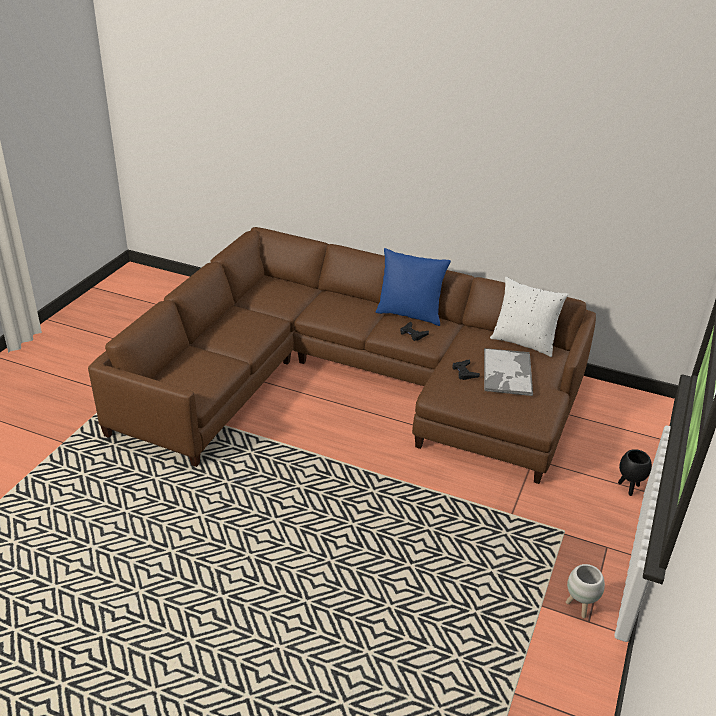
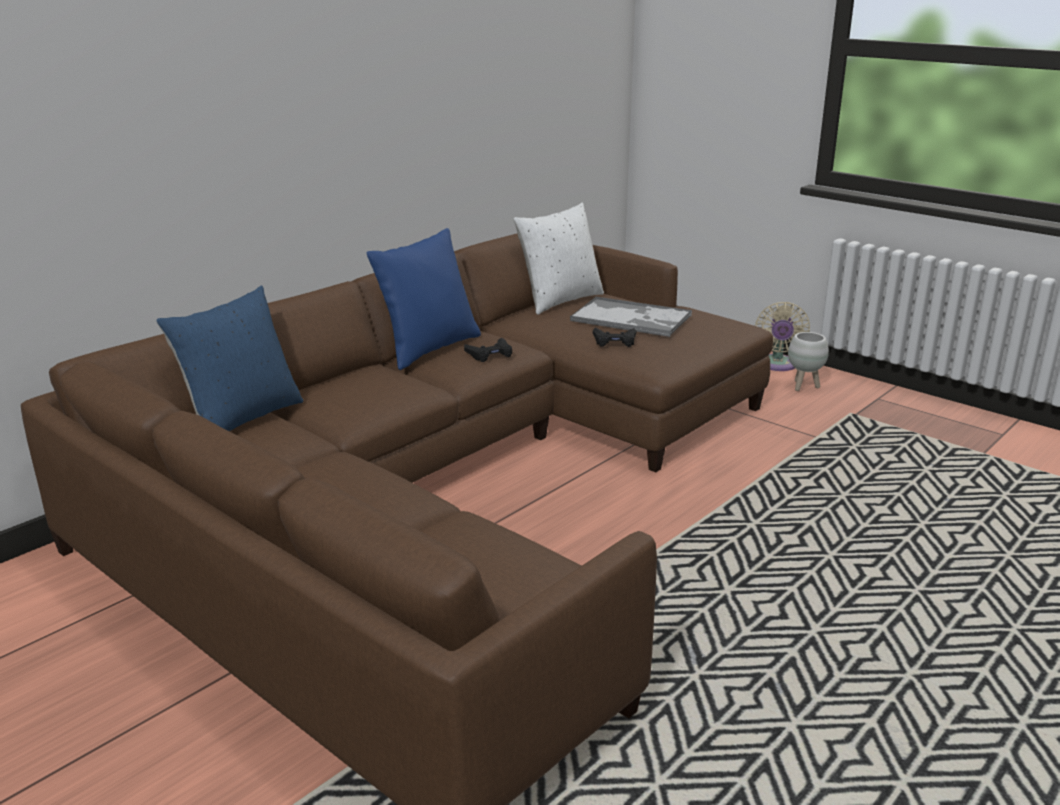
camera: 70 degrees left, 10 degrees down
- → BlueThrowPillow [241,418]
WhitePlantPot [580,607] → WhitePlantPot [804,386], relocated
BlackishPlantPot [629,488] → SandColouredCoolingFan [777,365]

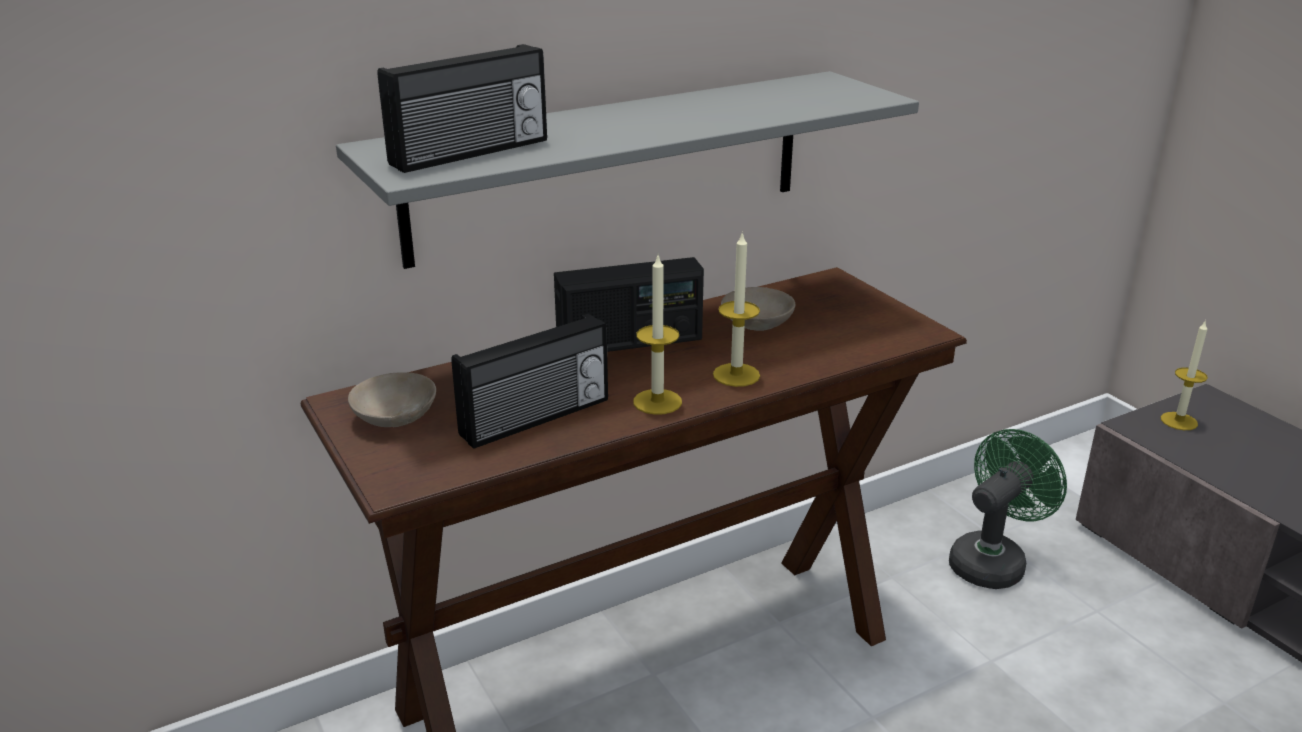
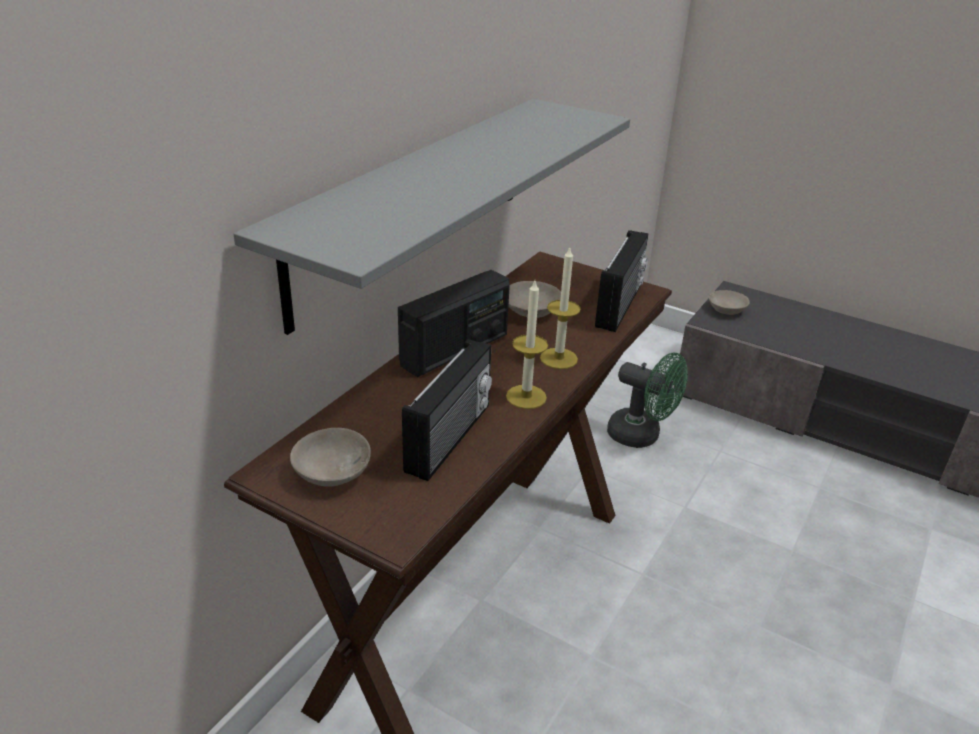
camera: 30 degrees left, 5 degrees up
RadioSet [471,153] → RadioSet [621,306], relocated
Candle [1179,421] → SandColouredServingBowl [728,310]
GreenColouredCoolingFan [993,561] → GreenColouredCoolingFan [641,436], 105 degrees clockwise

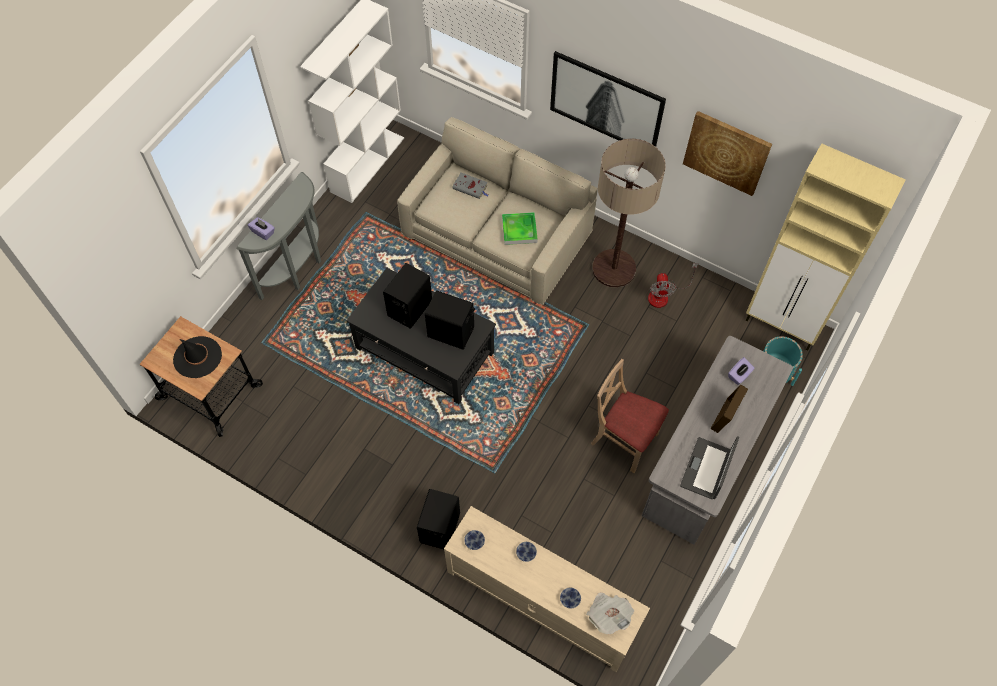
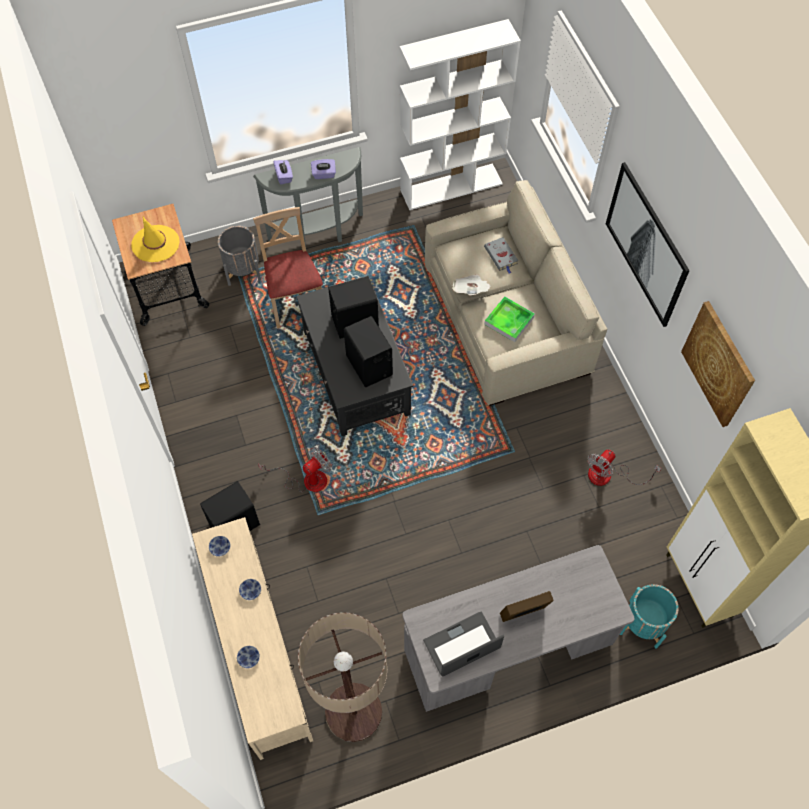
camera: 40 degrees right, 0 degrees up
- → GreyPlantPot [243,270]
- → CoolingFan [306,480]
Newspaper [608,614] → Newspaper [470,290], relocated
SandColouredUprightChair [624,440] → SandColouredUprightChair [295,302], relocated
FloorLamp [614,269] → FloorLamp [353,712], relocated
PurpleTissueHolder [739,375] → PurpleTissueHolder [324,174], relocated
BlackishHat [197,357] → YellowColouredHat [155,244]

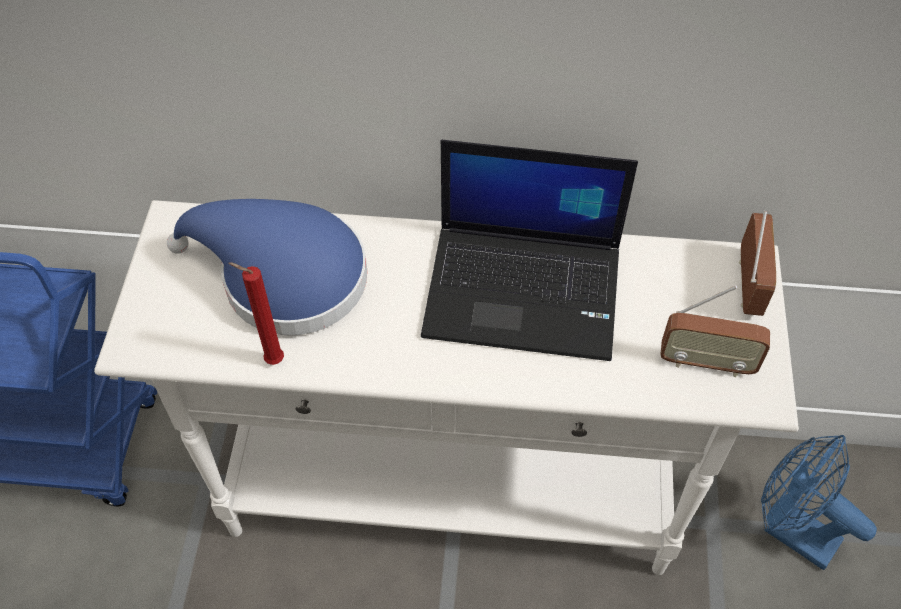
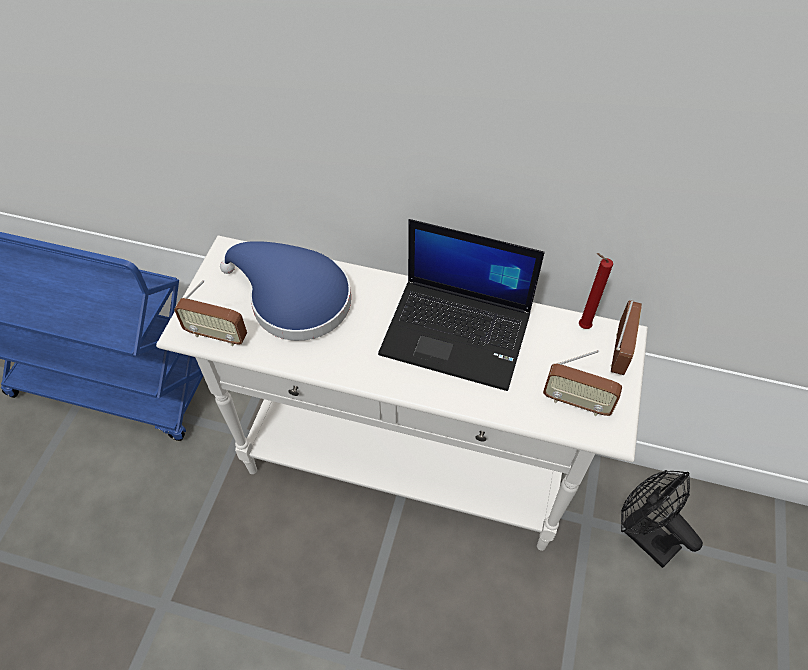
camera: 10 degrees right, 0 degrees up
- → RadioSet [217,335]
RedCandle [271,360] → RedCandle [581,326], relocated
BlueCoolingFan [790,530] → BlackishCoolingFan [643,534]

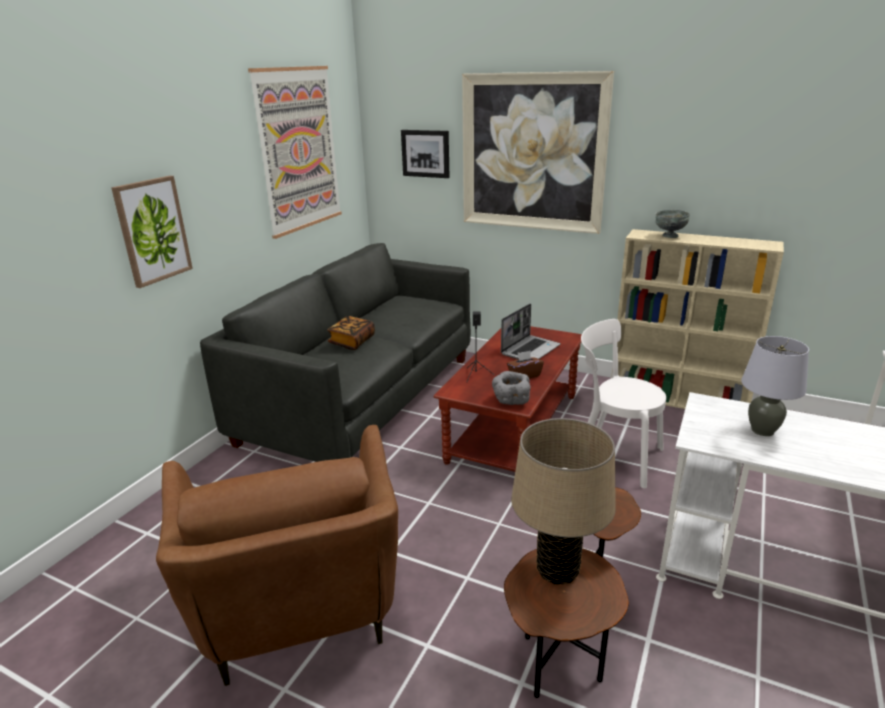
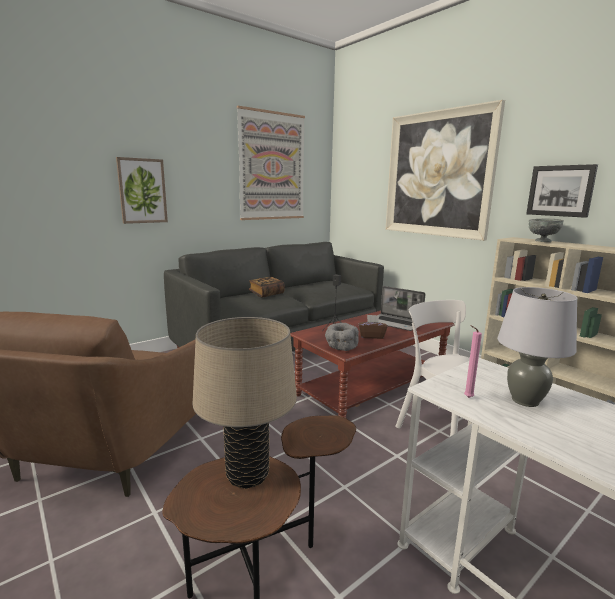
camera: 25 degrees right, 10 degrees down
- → PinkishCandle [466,397]
Picture [426,153] → Picture [560,191], relocated
Laptop [530,350] → Laptop [396,323], 60 degrees clockwise

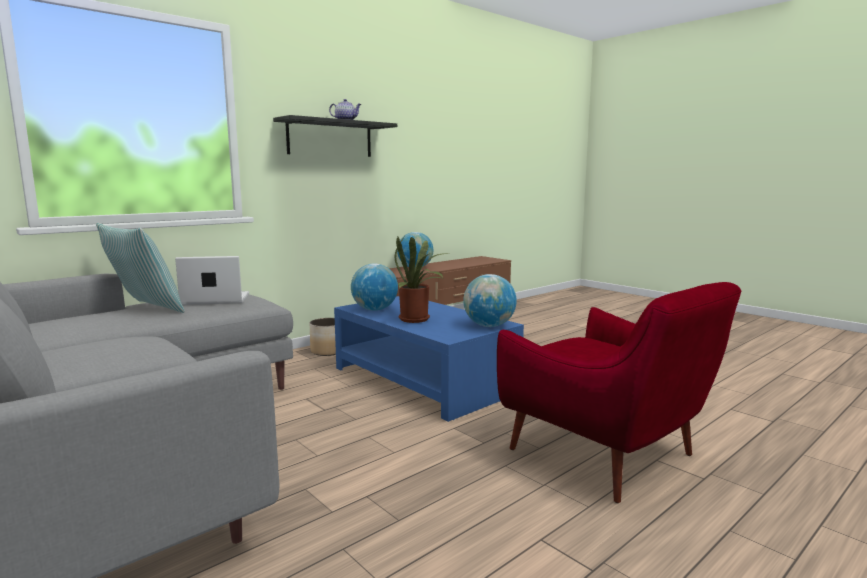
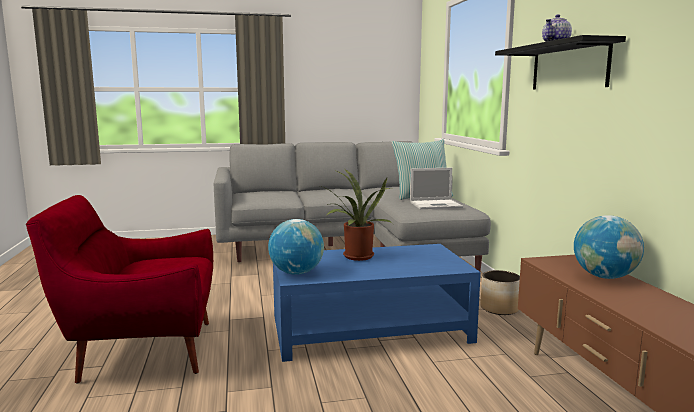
camera: 120 degrees right, 0 degrees up
WorldGlobe [374,309] → -
Laptop [214,299] → Laptop [436,205], 60 degrees clockwise

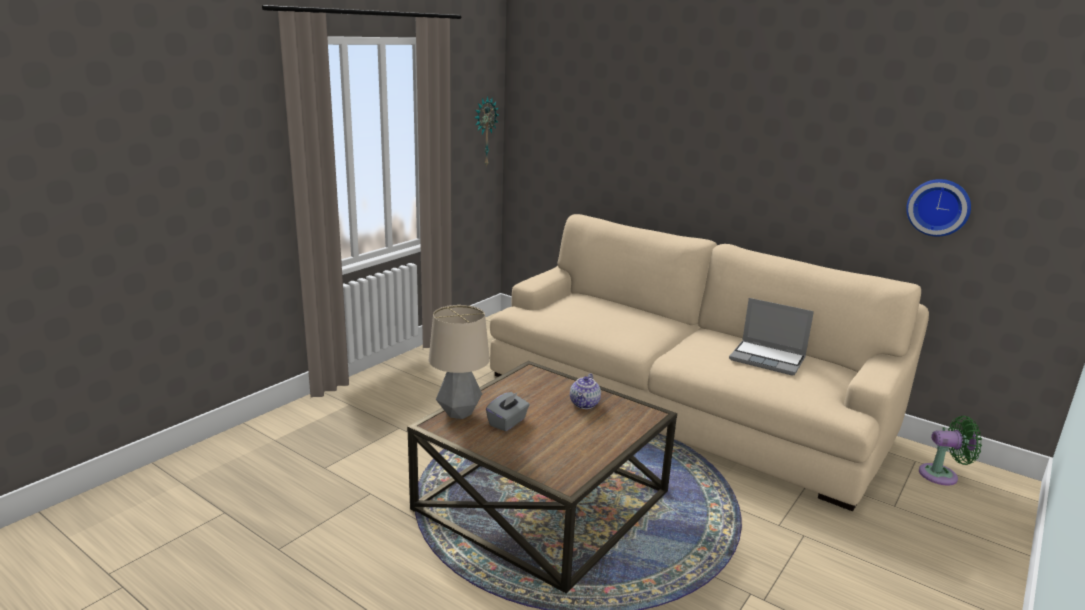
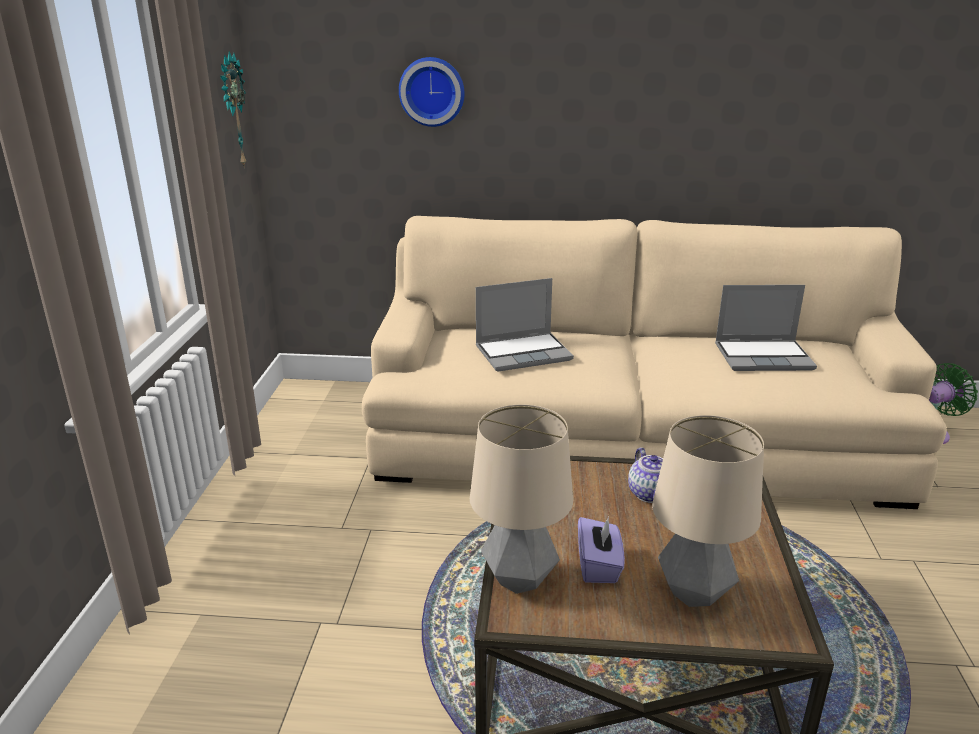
camera: 30 degrees left, 5 degrees up
- → Laptop [524,353]
- → LampForATable [693,593]
HangingClock [938,207] → HangingClock [432,91], relocated
GreyTissueHolder [507,422] → PurpleTissueHolder [599,566]

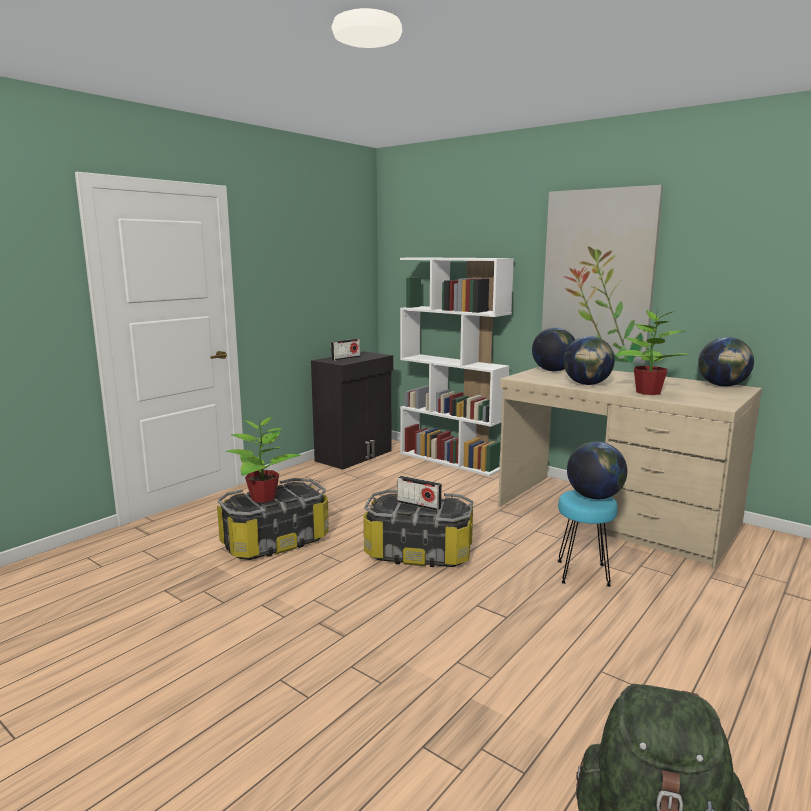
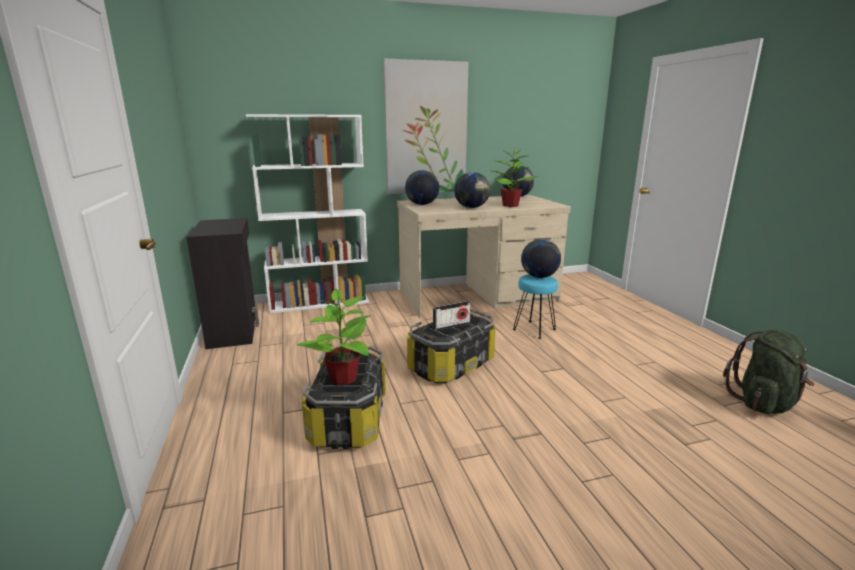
camera: 55 degrees left, 5 degrees up
RadioSet [345,358] → -

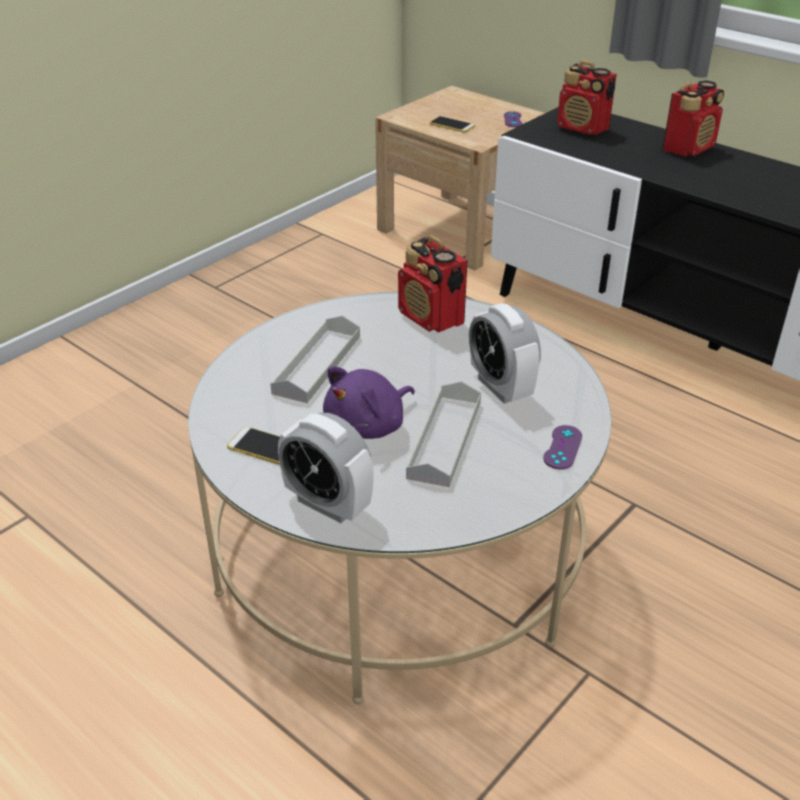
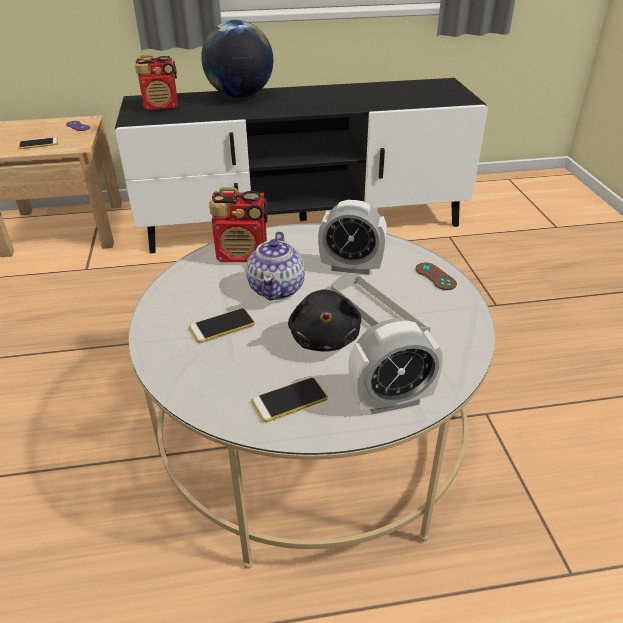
camera: 50 degrees left, 0 degrees up
- → Teapot [277,288]
GreyTray [317,364] → Phone [222,326]
RadioSet [689,148] → WorldGlobe [240,96]
PurpleCuddlyToy [368,426] → BlackishCuddlyToy [325,338]
PurpleGamepad [562,447] → BrownishGamepad [435,276]

